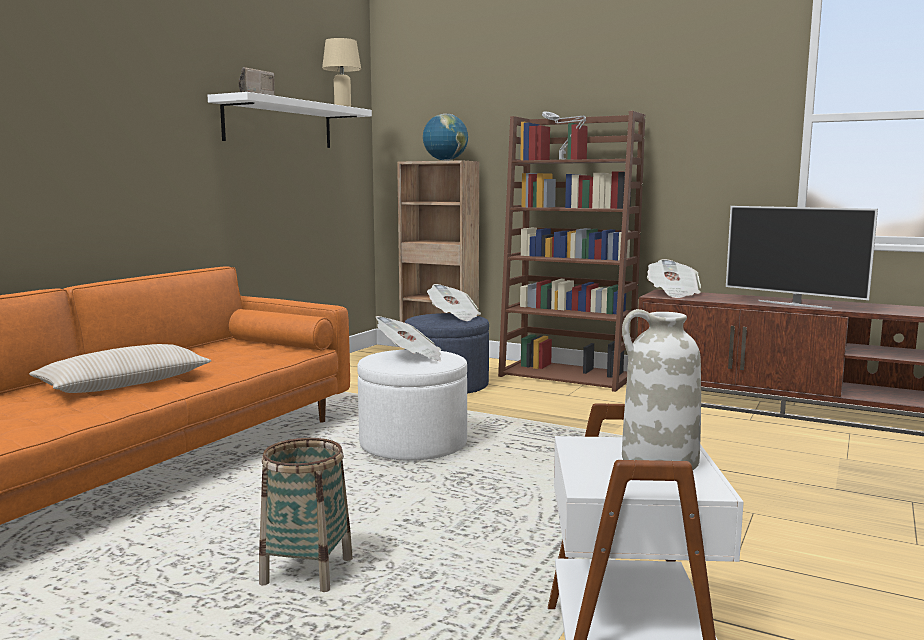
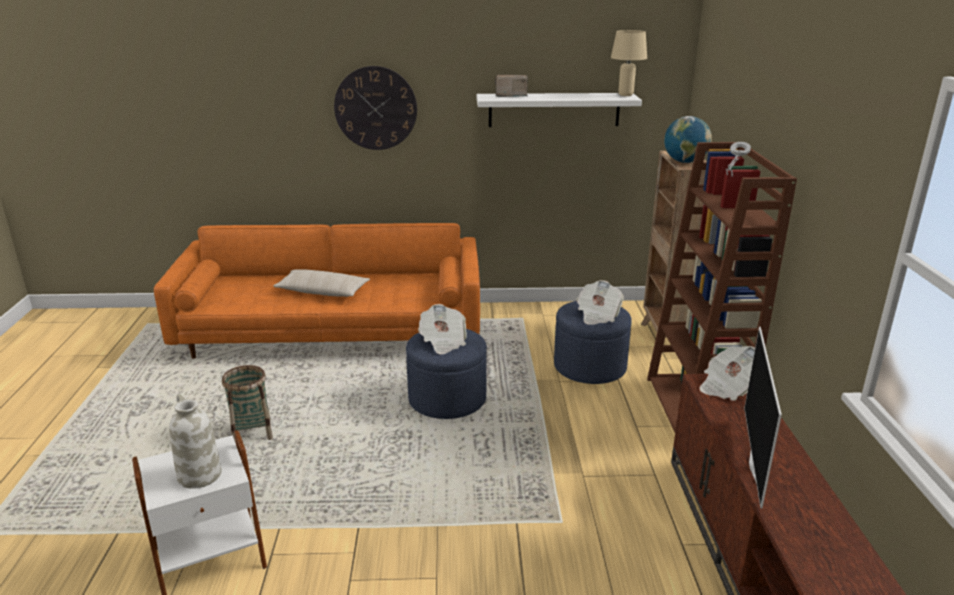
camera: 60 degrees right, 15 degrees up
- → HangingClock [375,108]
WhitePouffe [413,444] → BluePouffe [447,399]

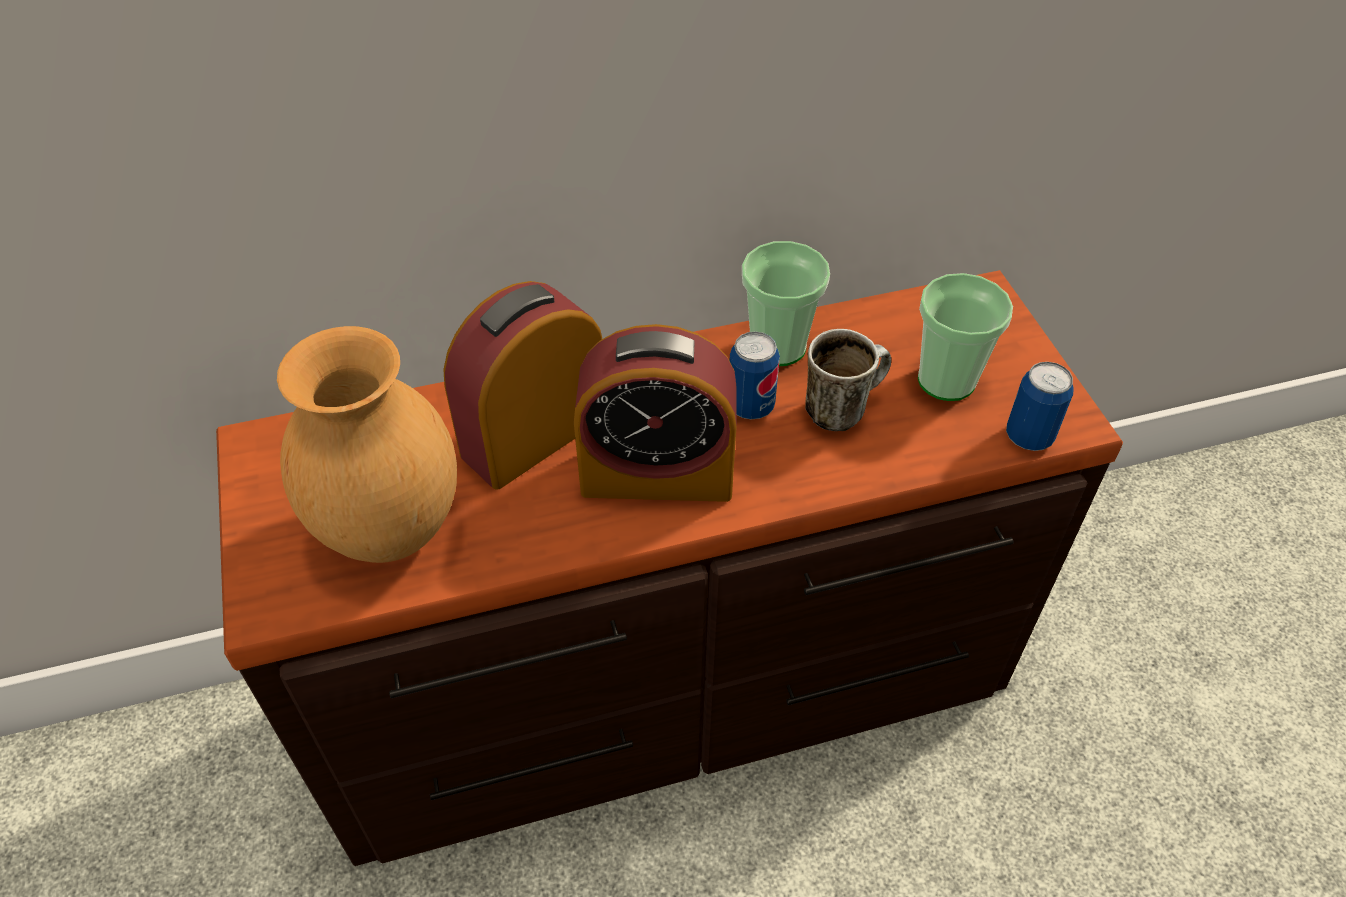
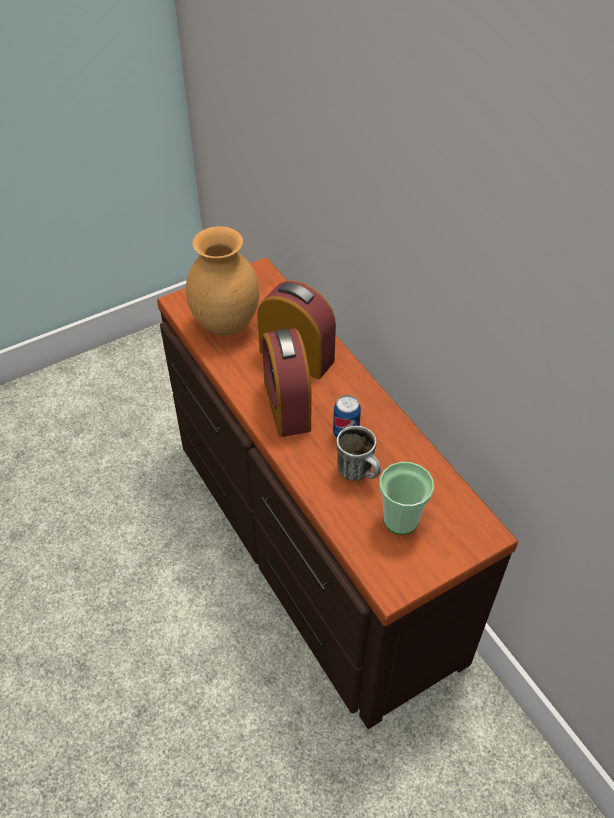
camera: 75 degrees right, 0 degrees up
DrinkingCup [778,346] → -
MetalCan [1029,437] → -

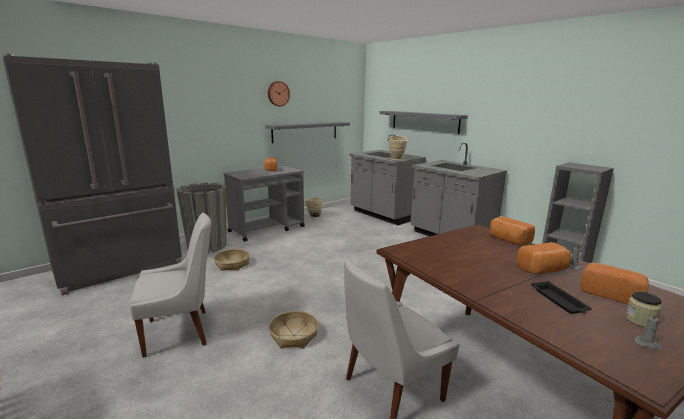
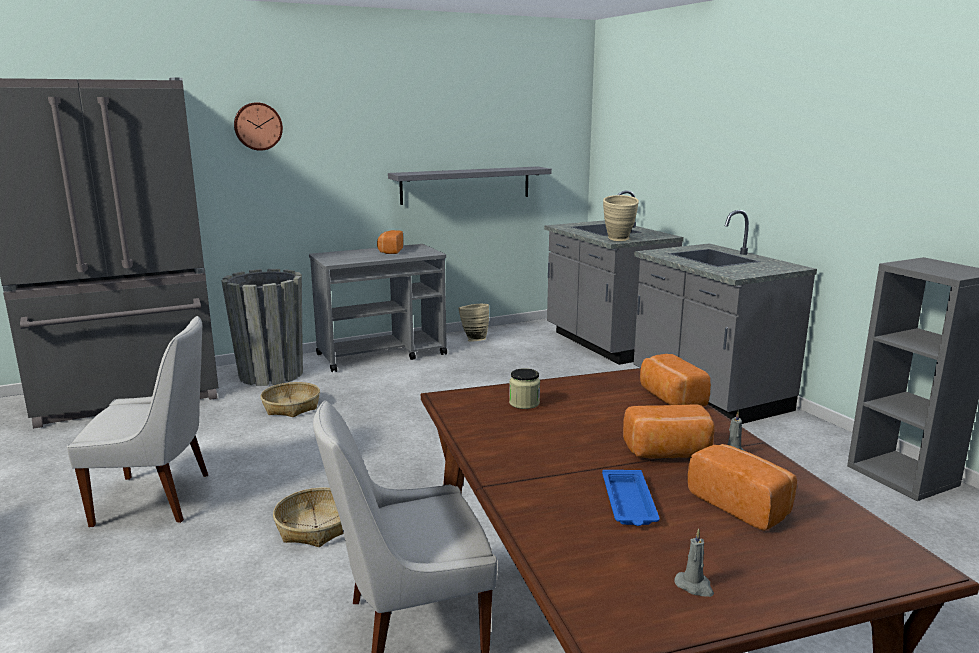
camera: 15 degrees right, 0 degrees up
GreyWallShelf [424,121] → -
HangingClock [278,93] → HangingClock [258,126], relocated
StorageJar [640,320] → StorageJar [524,403], relocated
BlackishTray [559,301] → BlueTray [629,503]

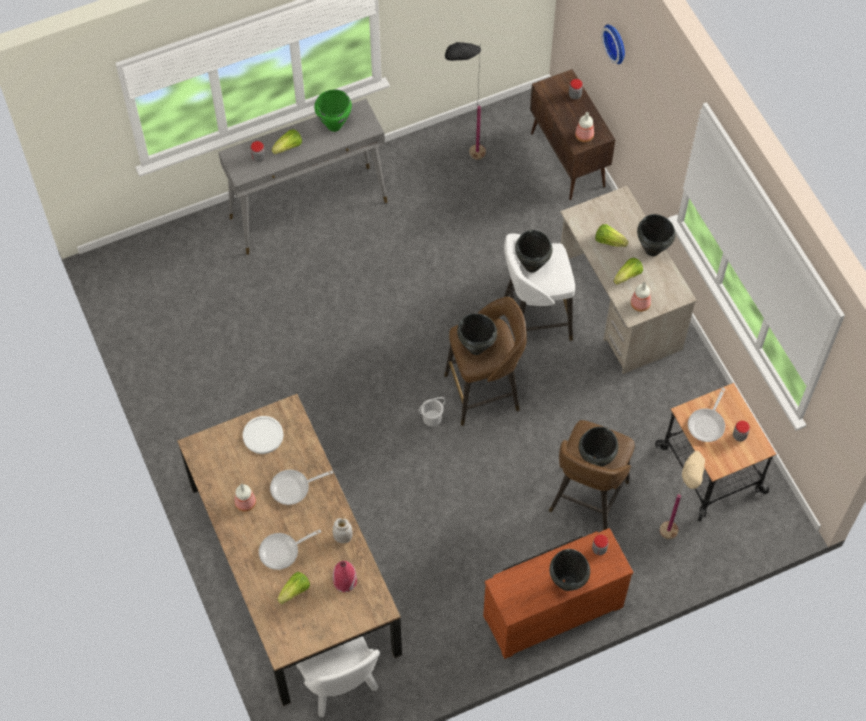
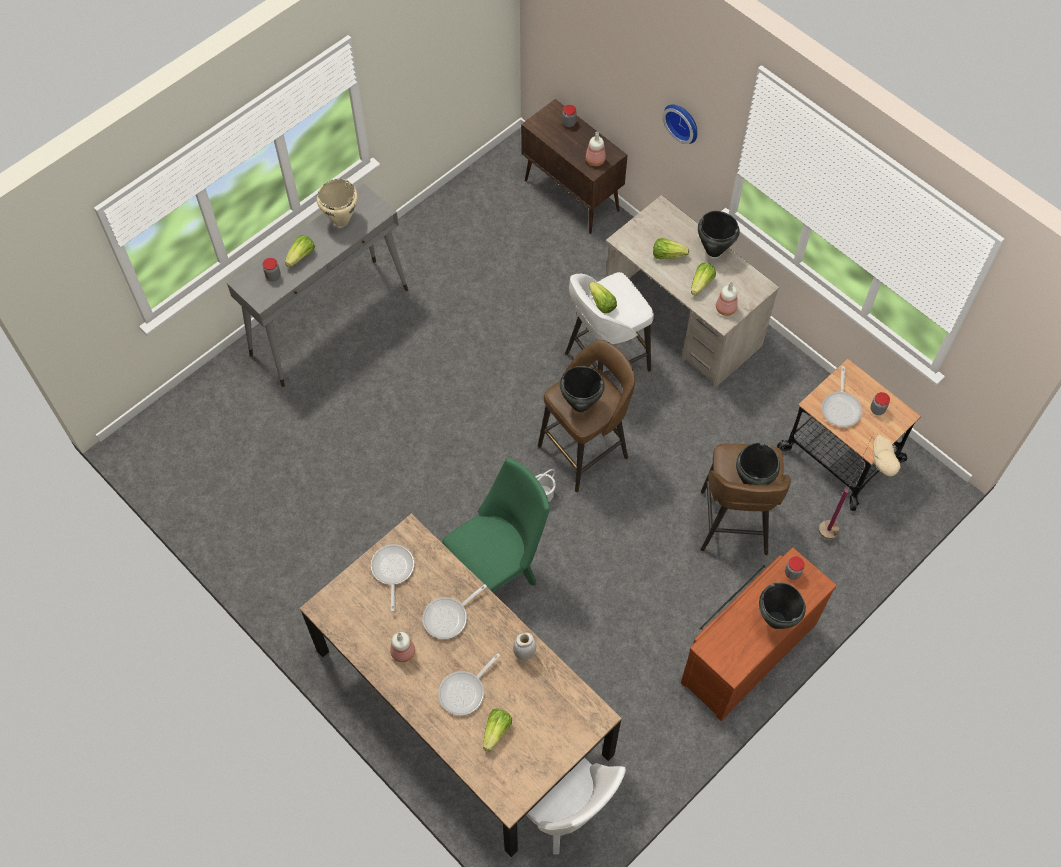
camera: 20 degrees left, 0 degrees up
RedDecorativeVase [345,581] → -
BlackishFloorLamp [464,161] → -
- → GreenColouredUprightChair [498,570]
HangingClock [616,43] → HangingClock [683,121], relocated
WhiteFlatDish [263,435] → Pan [392,571]
BlackishSaucepot [531,266] → HeadOfLettuce [601,303]
GreenColouredSaucepot [334,125] → SandColouredSaucepot [341,220]

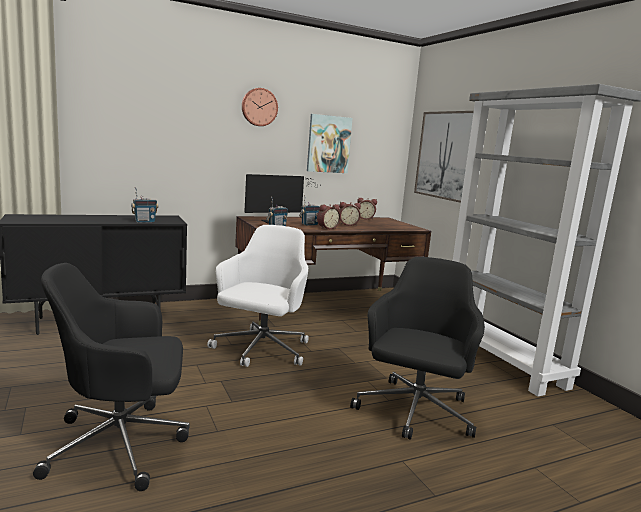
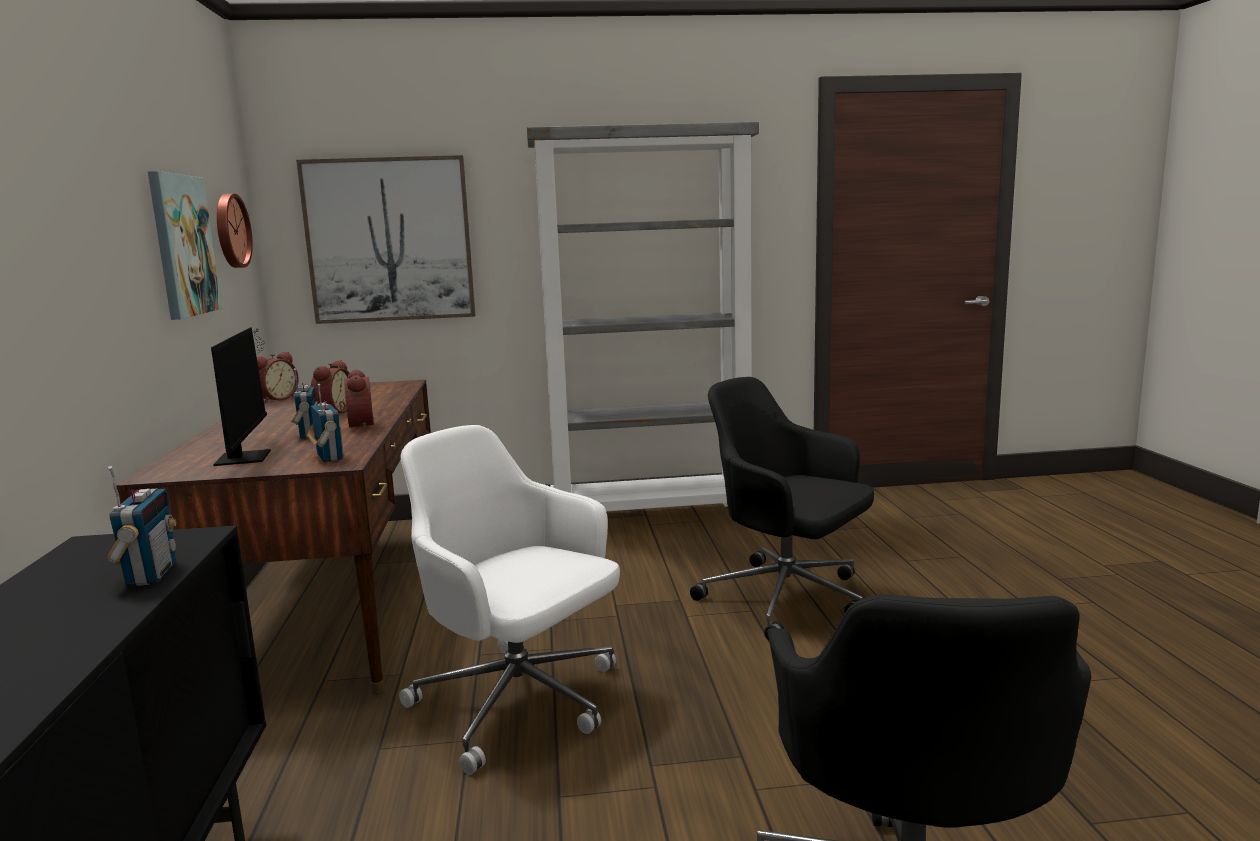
camera: 70 degrees left, 0 degrees up
HangingClock [259,107] → HangingClock [230,231], relocated

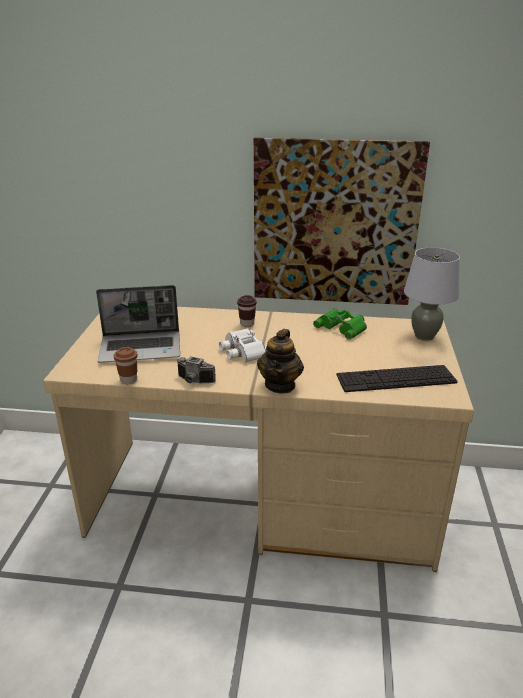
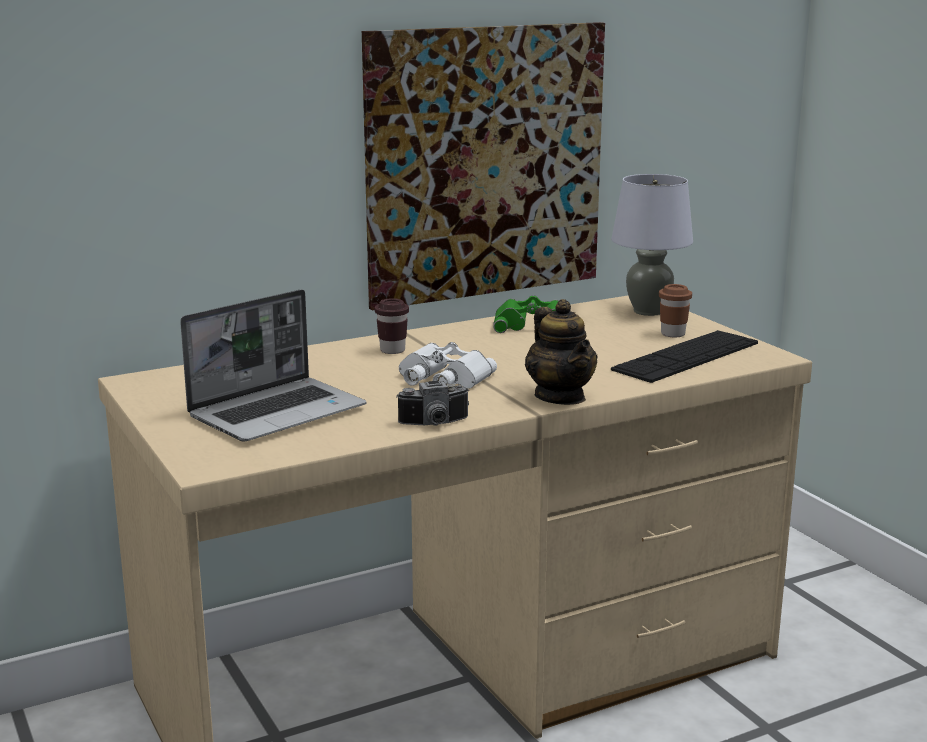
camera: 35 degrees left, 10 degrees down
BrownishDrinkingCup [128,380] → BrownishDrinkingCup [673,334], relocated

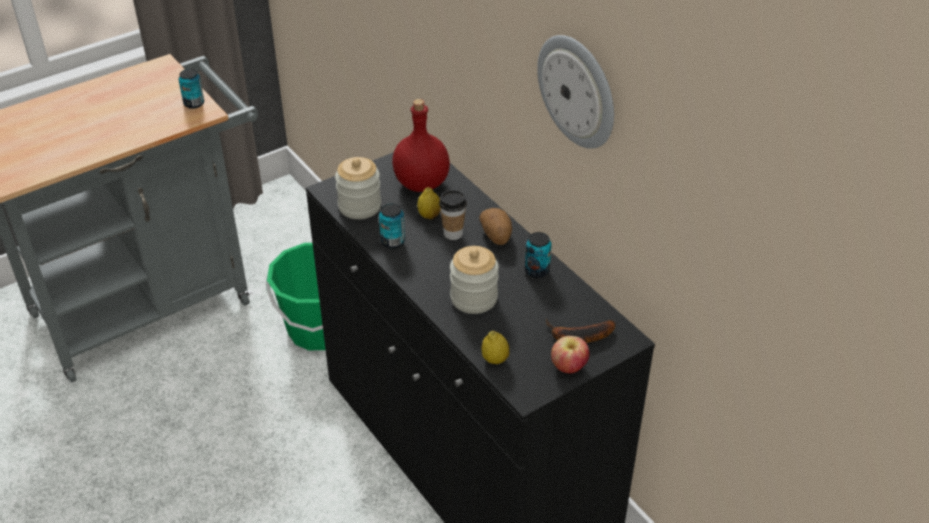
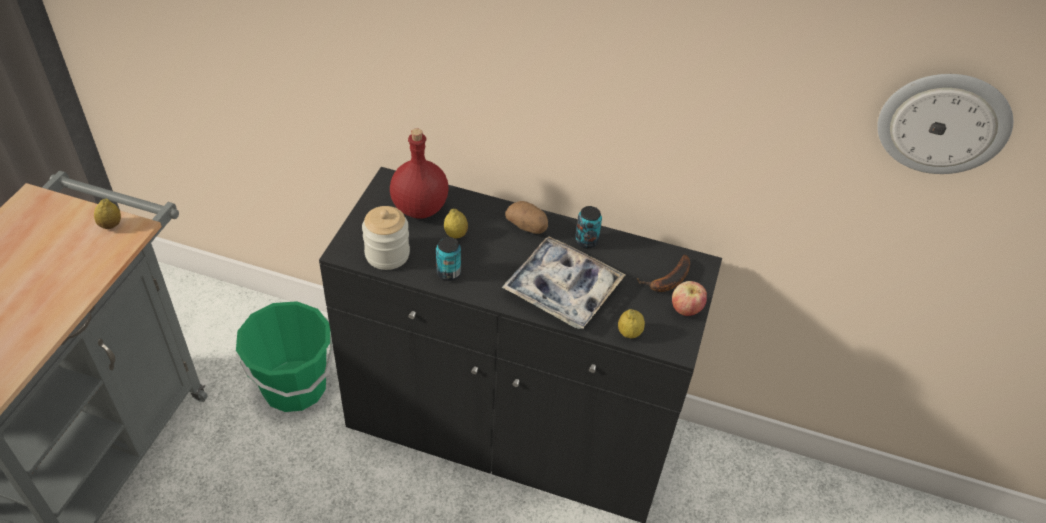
camera: 40 degrees left, 5 degrees up
DrinkingCup [453,234] → -
HangingClock [578,91] → HangingClock [943,123], relocated
MetalCan [194,103] → CitrusFruit [111,225]
StorageJar [474,298] → Tray [562,289]

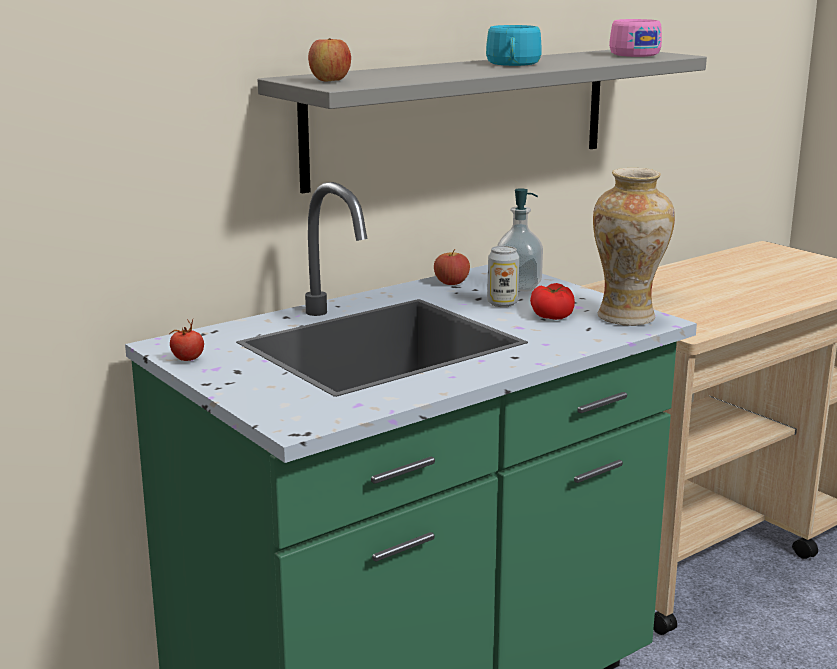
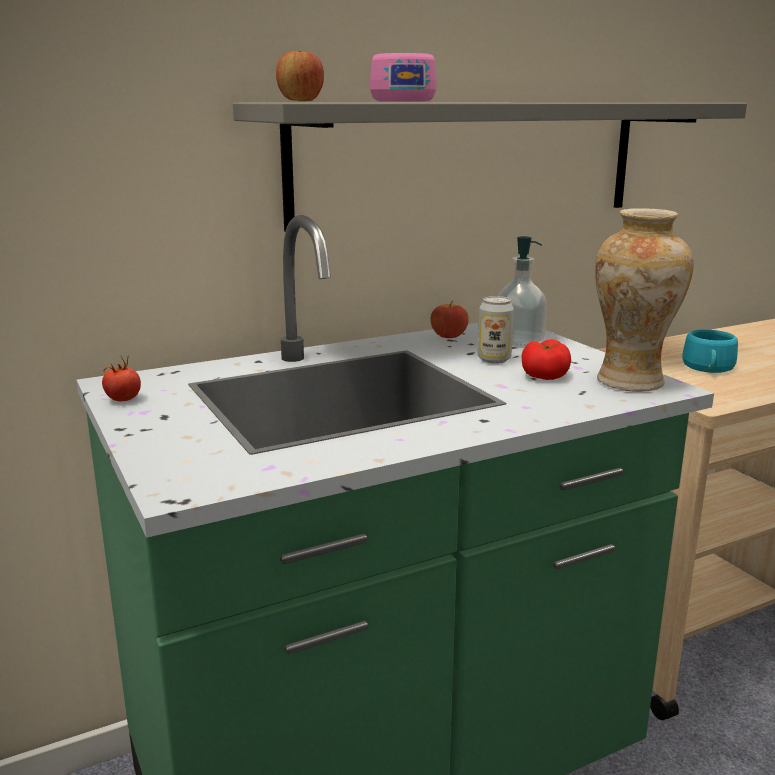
camera: 10 degrees right, 0 degrees up
TurquoiseDrinkingCup [513,64] → TurquoiseDrinkingCup [708,369], relocated
PinkishDrinkingCup [631,54] → PinkishDrinkingCup [402,101], relocated

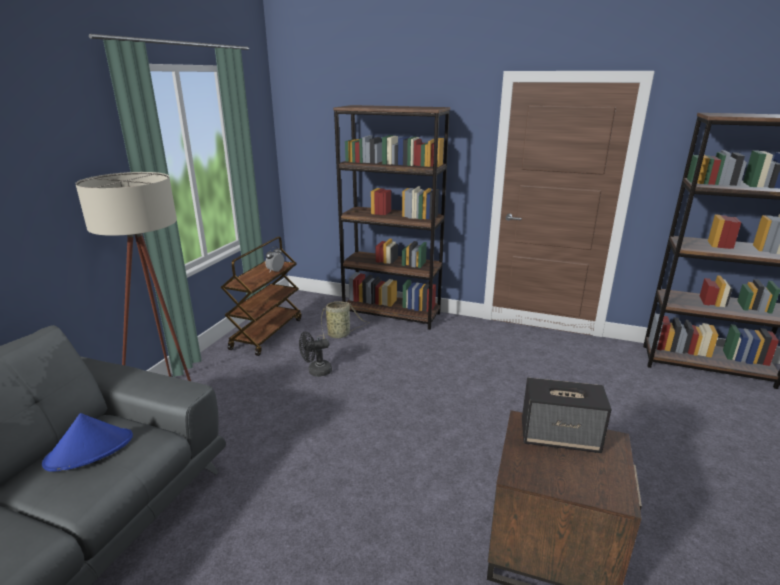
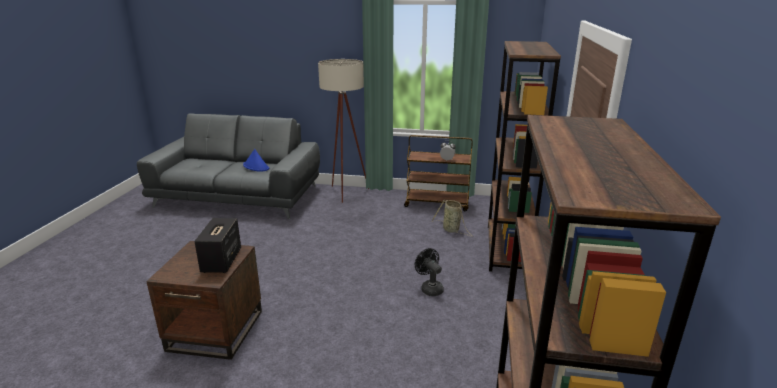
camera: 80 degrees right, 0 degrees up
BlackishCoolingFan [316,371] → BlackishCoolingFan [429,288], relocated

